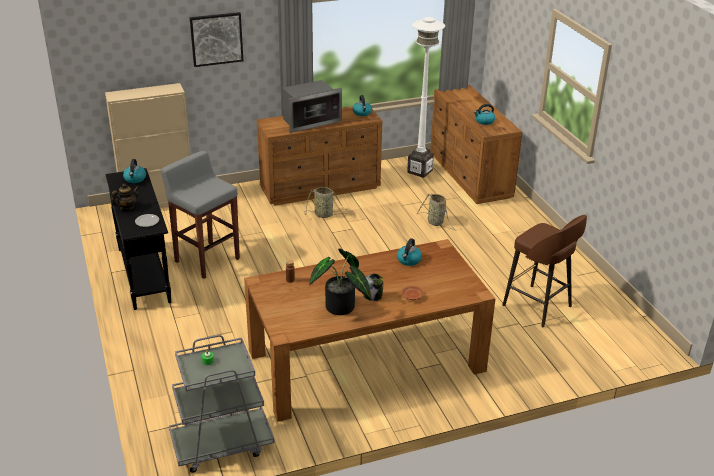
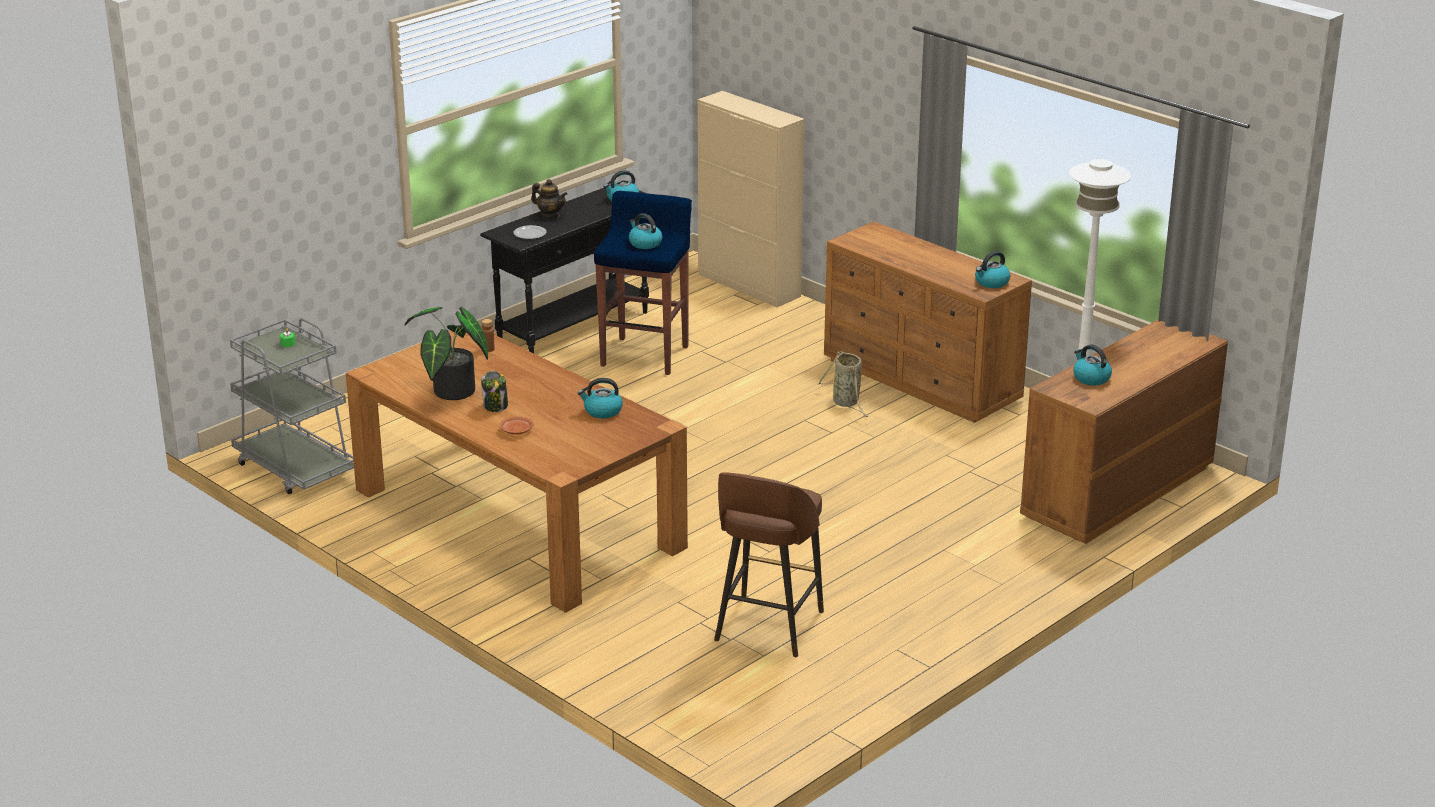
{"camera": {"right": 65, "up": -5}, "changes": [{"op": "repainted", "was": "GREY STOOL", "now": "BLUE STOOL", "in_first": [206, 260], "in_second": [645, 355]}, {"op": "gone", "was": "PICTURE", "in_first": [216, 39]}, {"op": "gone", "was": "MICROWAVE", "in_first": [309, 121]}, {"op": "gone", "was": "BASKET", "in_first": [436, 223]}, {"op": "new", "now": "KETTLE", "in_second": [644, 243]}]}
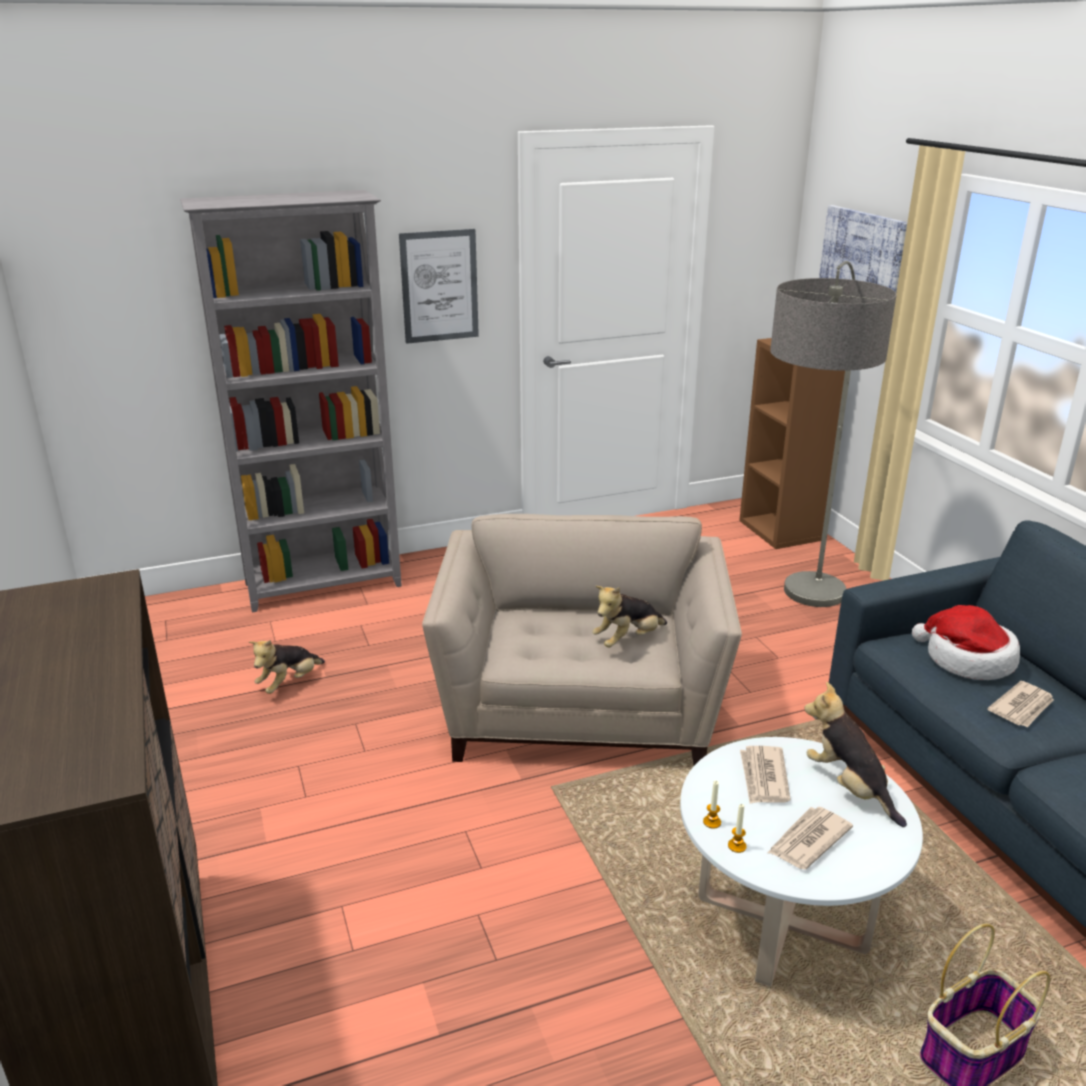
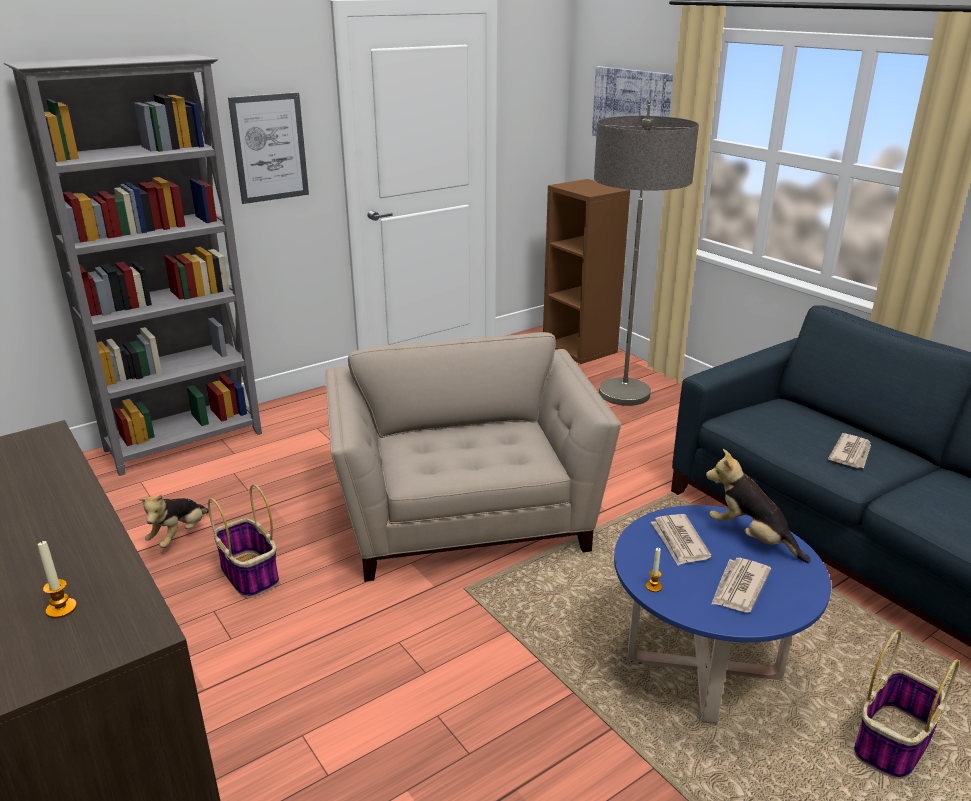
{"camera": {"right": -15, "up": 0}, "changes": [{"op": "gone", "was": "PLUSH TOY", "in_first": [628, 640]}, {"op": "repainted", "was": "WHITE COFFEE TABLE", "now": "BLUE COFFEE TABLE", "in_first": [782, 922], "in_second": [703, 667]}, {"op": "shifted", "was": "CANDLE", "in_first": [737, 846], "in_second": [61, 609]}, {"op": "gone", "was": "HAT", "in_first": [967, 659]}, {"op": "new", "now": "BASKET", "in_second": [250, 575]}]}
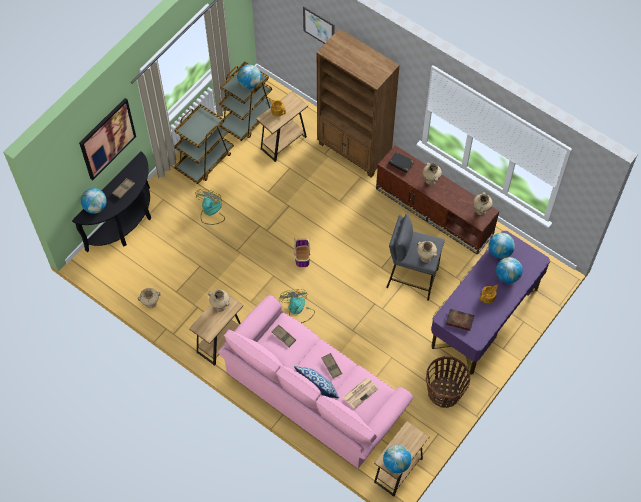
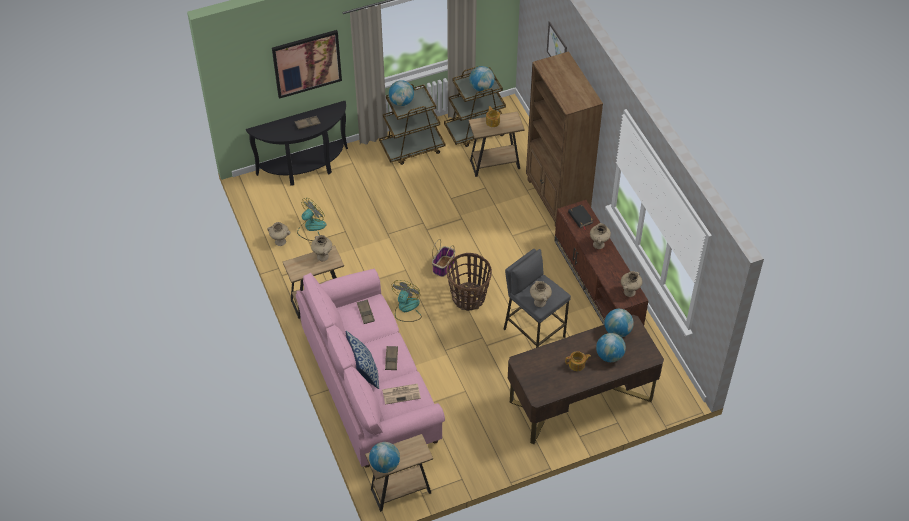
{"camera": {"right": 30, "up": -10}, "changes": [{"op": "shifted", "was": "GLOBE", "in_first": [95, 207], "in_second": [401, 102]}, {"op": "shifted", "was": "FAN", "in_first": [211, 212], "in_second": [311, 228]}, {"op": "shifted", "was": "BASKET", "in_first": [444, 393], "in_second": [468, 297]}, {"op": "repainted", "was": "PURPLE DESK", "now": "BROWN DESK", "in_first": [484, 317], "in_second": [581, 400]}, {"op": "gone", "was": "BOOK", "in_first": [459, 320]}]}
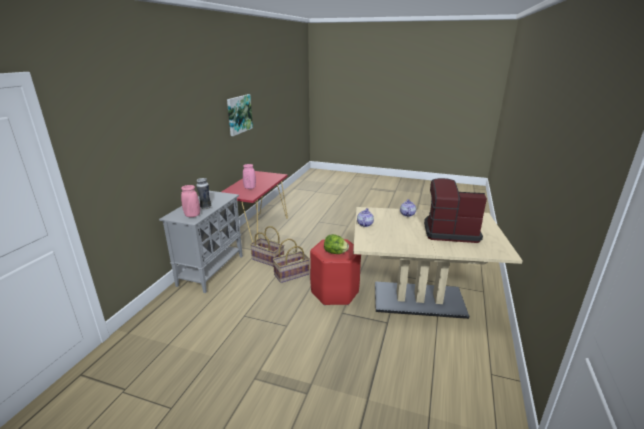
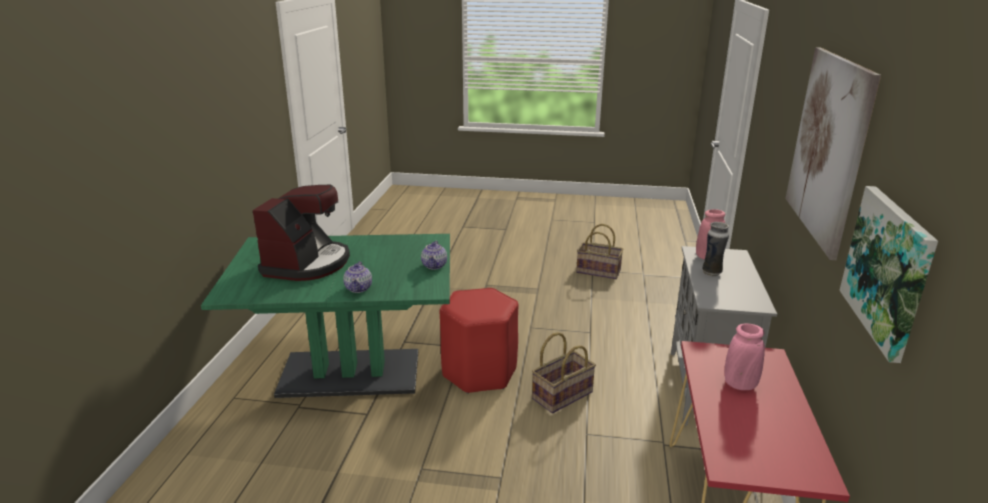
{"camera": {"right": 170, "up": 0}, "changes": [{"op": "shifted", "was": "BASKET", "in_first": [267, 260], "in_second": [598, 271]}, {"op": "gone", "was": "LETTUCE", "in_first": [335, 253]}, {"op": "repainted", "was": "BEIGE DINING TABLE", "now": "GREEN DINING TABLE", "in_first": [418, 300], "in_second": [350, 374]}, {"op": "rotated", "was": "COFFEE MACHINE", "in_first": [449, 231], "in_second": [307, 264], "clockwise": -75}, {"op": "new", "now": "PICTURE", "in_second": [828, 147]}]}
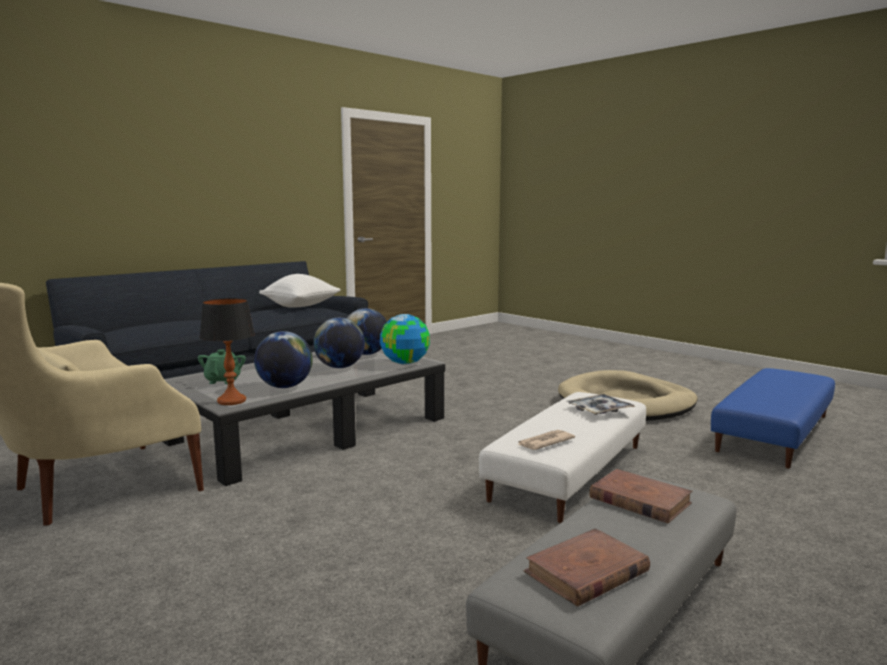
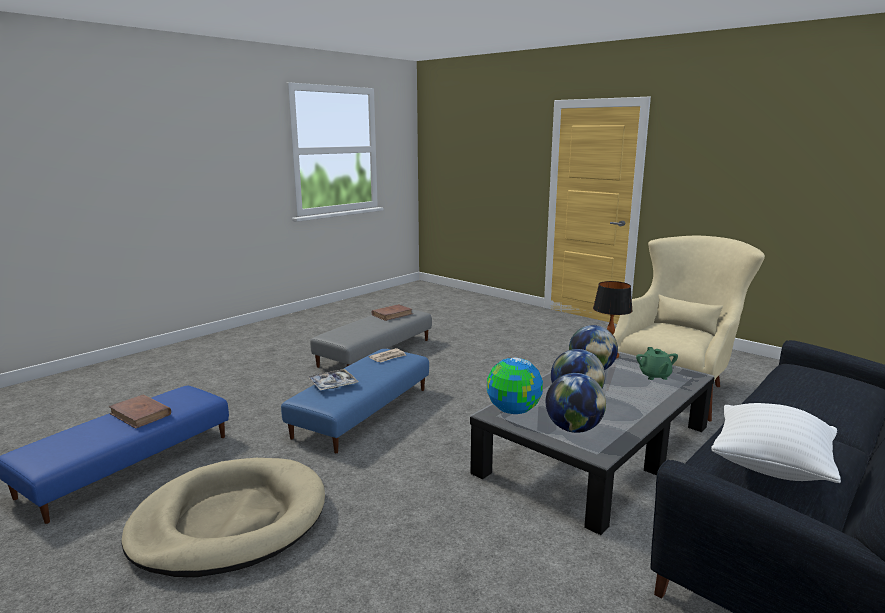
{"camera": {"right": 175, "up": 5}, "changes": [{"op": "repainted", "was": "WHITE OTTOMAN", "now": "BLUE OTTOMAN", "in_first": [570, 472], "in_second": [362, 412]}, {"op": "shifted", "was": "BROWN BOOK", "in_first": [639, 500], "in_second": [140, 414]}]}
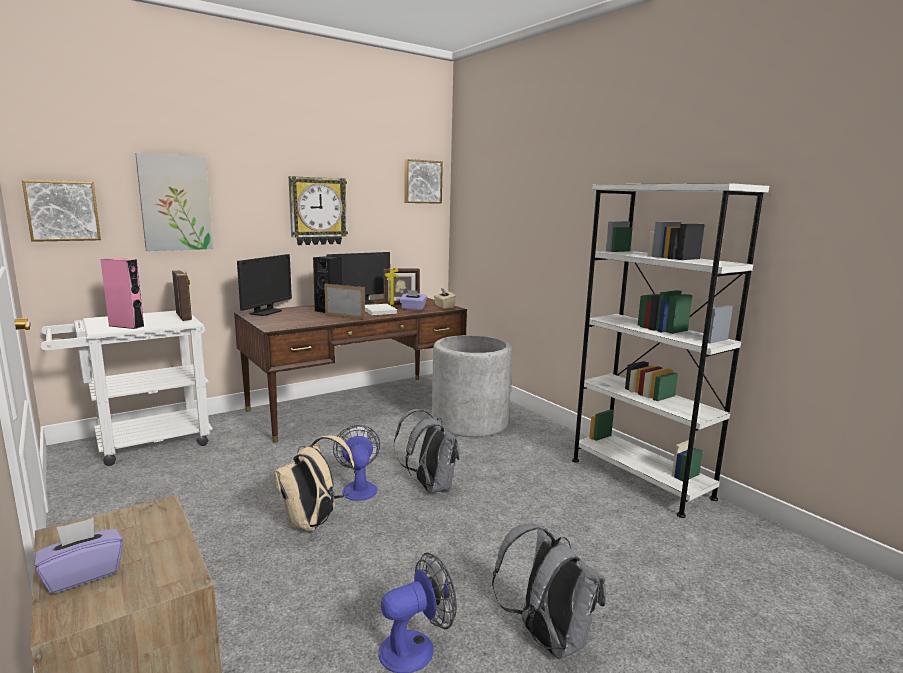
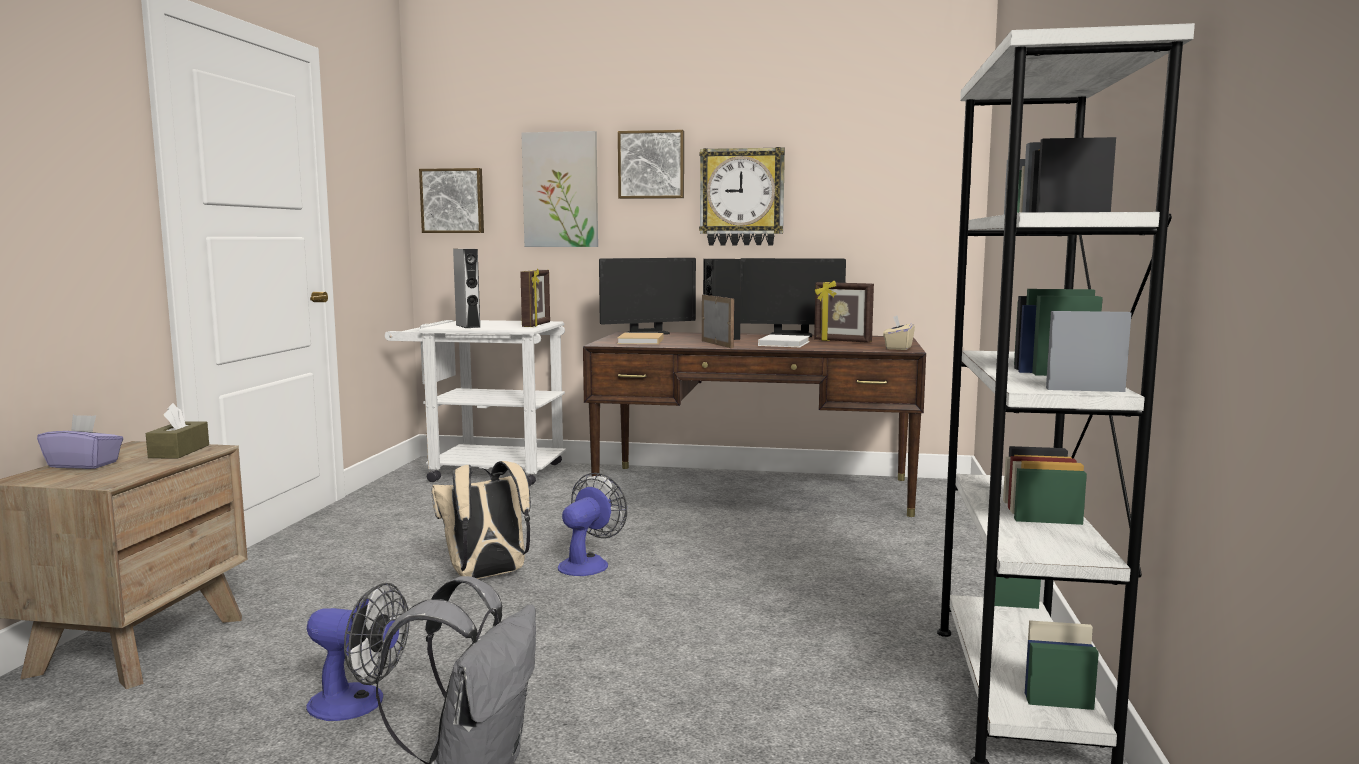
{"camera": {"right": 45, "up": -5}, "changes": [{"op": "repainted", "was": "PINK SPEAKER", "now": "GREY SPEAKER", "in_first": [126, 326], "in_second": [468, 326]}, {"op": "gone", "was": "GREY BACKPACK", "in_first": [430, 486]}, {"op": "gone", "was": "PURPLE TISSUE BOX", "in_first": [413, 308]}, {"op": "shifted", "was": "PICTURE", "in_first": [422, 182], "in_second": [651, 165]}, {"op": "gone", "was": "GREY PLANTER", "in_first": [470, 422]}, {"op": "new", "now": "BROWN TISSUE BOX", "in_second": [179, 451]}, {"op": "new", "now": "BEIGE BOOK", "in_second": [640, 341]}]}
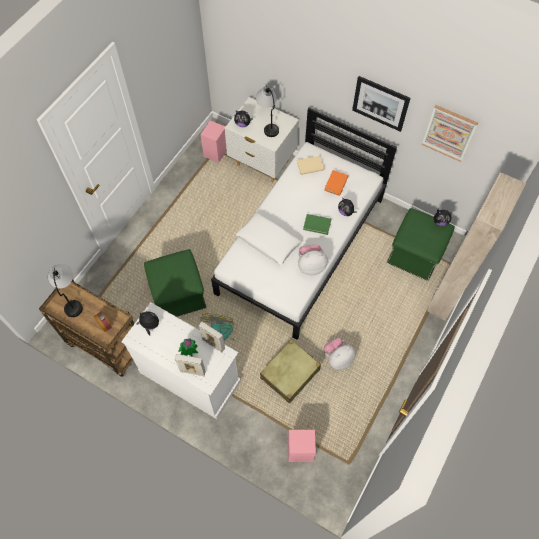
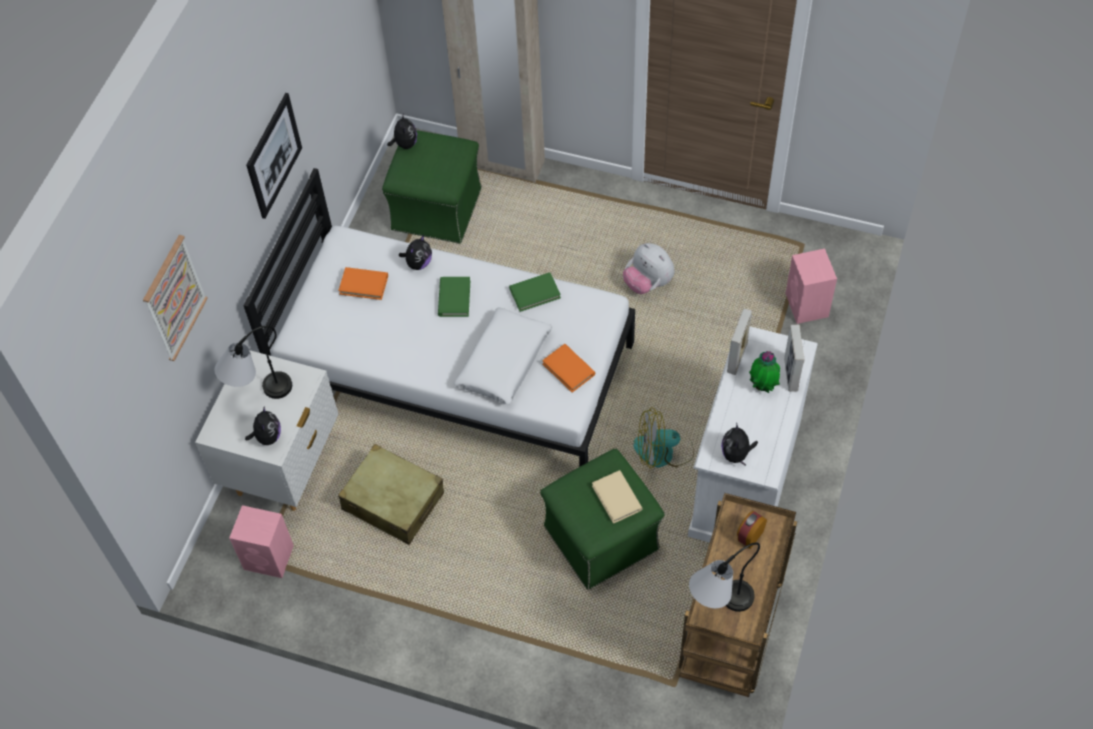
{"camera": {"right": -100, "up": -5}, "changes": [{"op": "shifted", "was": "BEIGE SUITCASE", "in_first": [290, 374], "in_second": [393, 501]}, {"op": "shifted", "was": "BEIGE BOOK", "in_first": [310, 166], "in_second": [617, 498]}, {"op": "swapped", "was": "PLUSH TOY", "now": "GREEN BOOK", "in_first": [311, 265], "in_second": [535, 293]}, {"op": "shifted", "was": "PICTURE", "in_first": [449, 133], "in_second": [174, 298]}, {"op": "new", "now": "ORANGE BOOK", "in_second": [568, 369]}]}
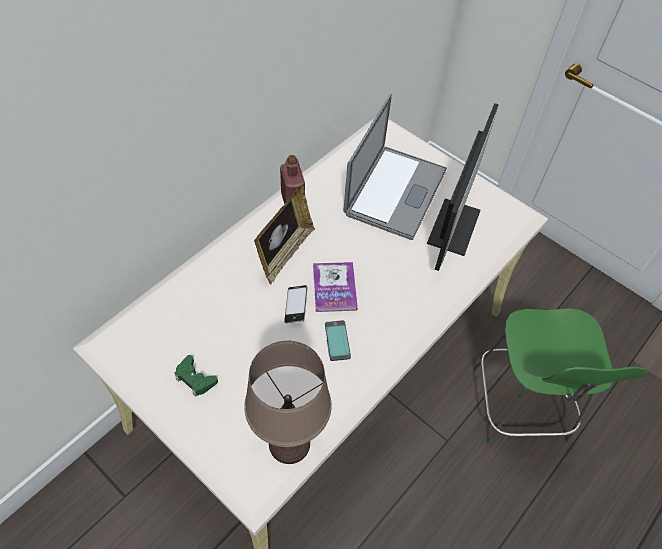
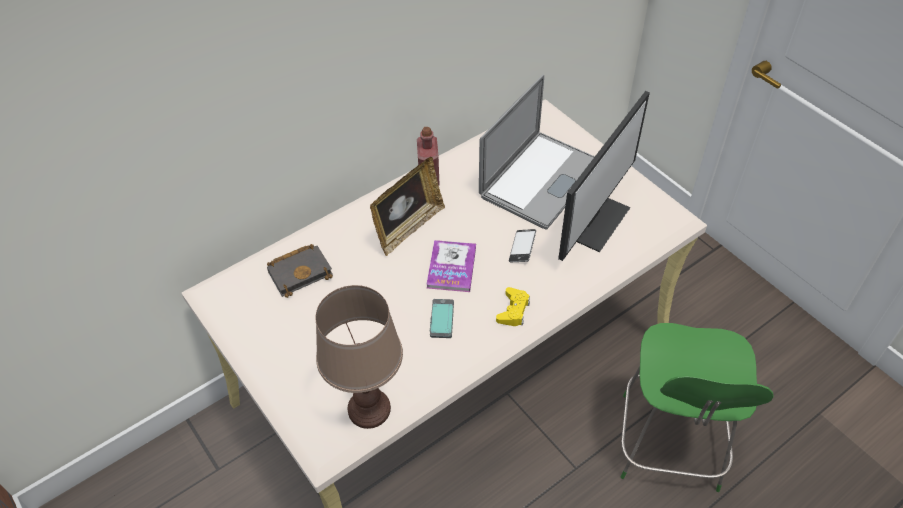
{"camera": {"right": 15, "up": -5}, "changes": [{"op": "gone", "was": "GREEN GAME CONTROLLER", "in_first": [195, 378]}, {"op": "shifted", "was": "PHONE", "in_first": [296, 306], "in_second": [522, 248]}, {"op": "new", "now": "BLACK BOOK", "in_second": [301, 271]}, {"op": "new", "now": "YELLOW GAME CONTROLLER", "in_second": [513, 310]}]}
